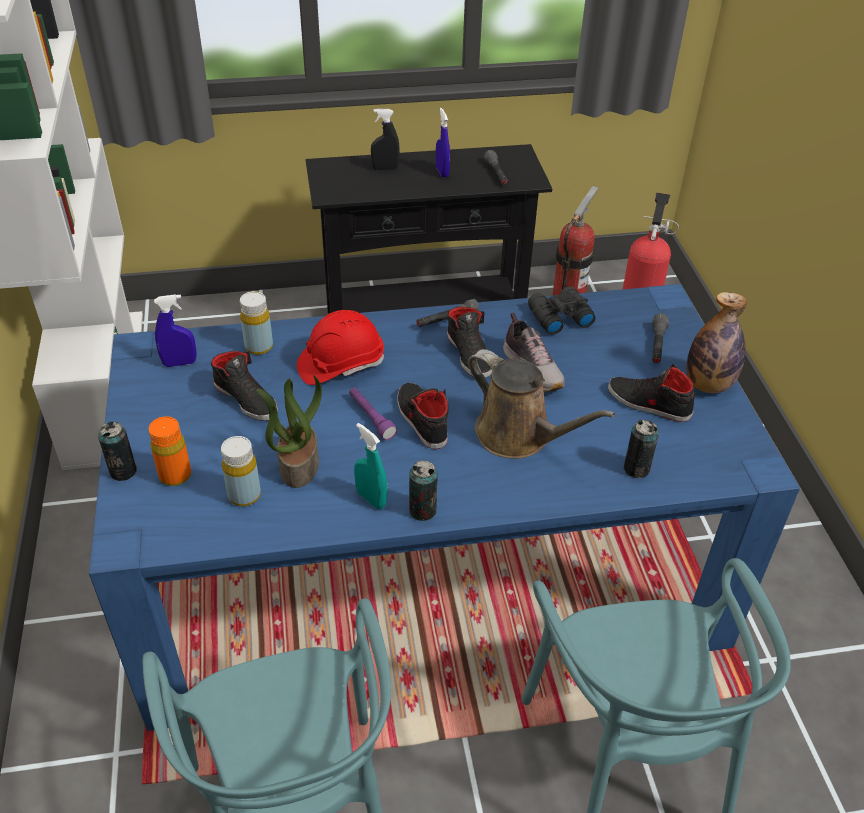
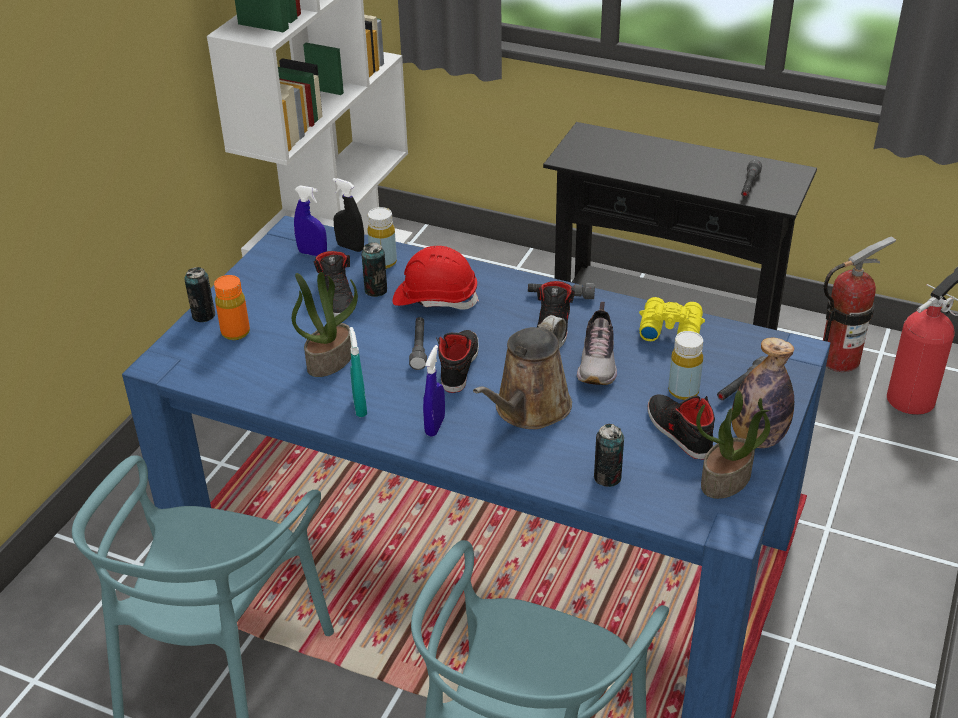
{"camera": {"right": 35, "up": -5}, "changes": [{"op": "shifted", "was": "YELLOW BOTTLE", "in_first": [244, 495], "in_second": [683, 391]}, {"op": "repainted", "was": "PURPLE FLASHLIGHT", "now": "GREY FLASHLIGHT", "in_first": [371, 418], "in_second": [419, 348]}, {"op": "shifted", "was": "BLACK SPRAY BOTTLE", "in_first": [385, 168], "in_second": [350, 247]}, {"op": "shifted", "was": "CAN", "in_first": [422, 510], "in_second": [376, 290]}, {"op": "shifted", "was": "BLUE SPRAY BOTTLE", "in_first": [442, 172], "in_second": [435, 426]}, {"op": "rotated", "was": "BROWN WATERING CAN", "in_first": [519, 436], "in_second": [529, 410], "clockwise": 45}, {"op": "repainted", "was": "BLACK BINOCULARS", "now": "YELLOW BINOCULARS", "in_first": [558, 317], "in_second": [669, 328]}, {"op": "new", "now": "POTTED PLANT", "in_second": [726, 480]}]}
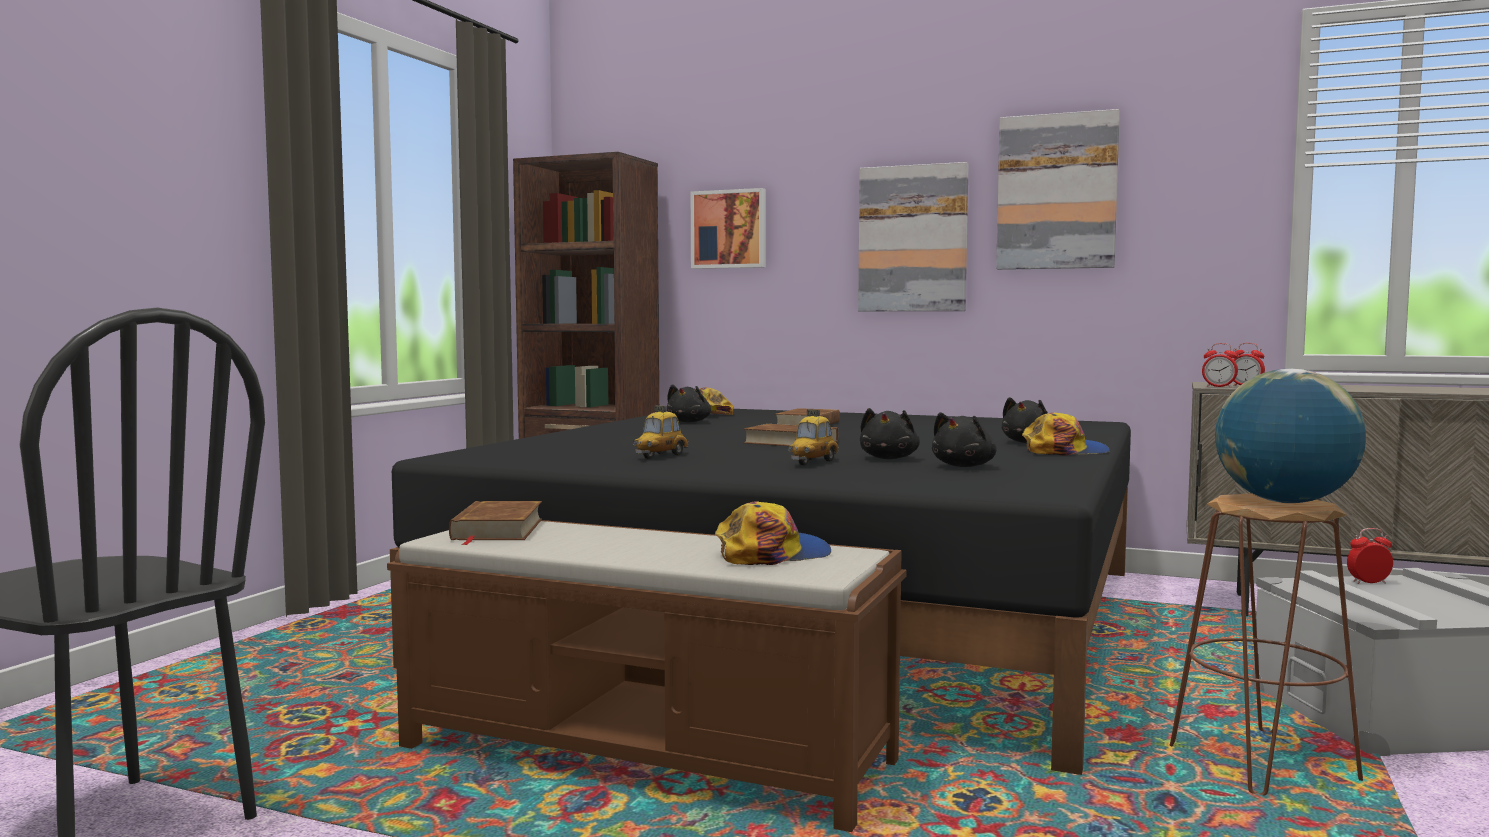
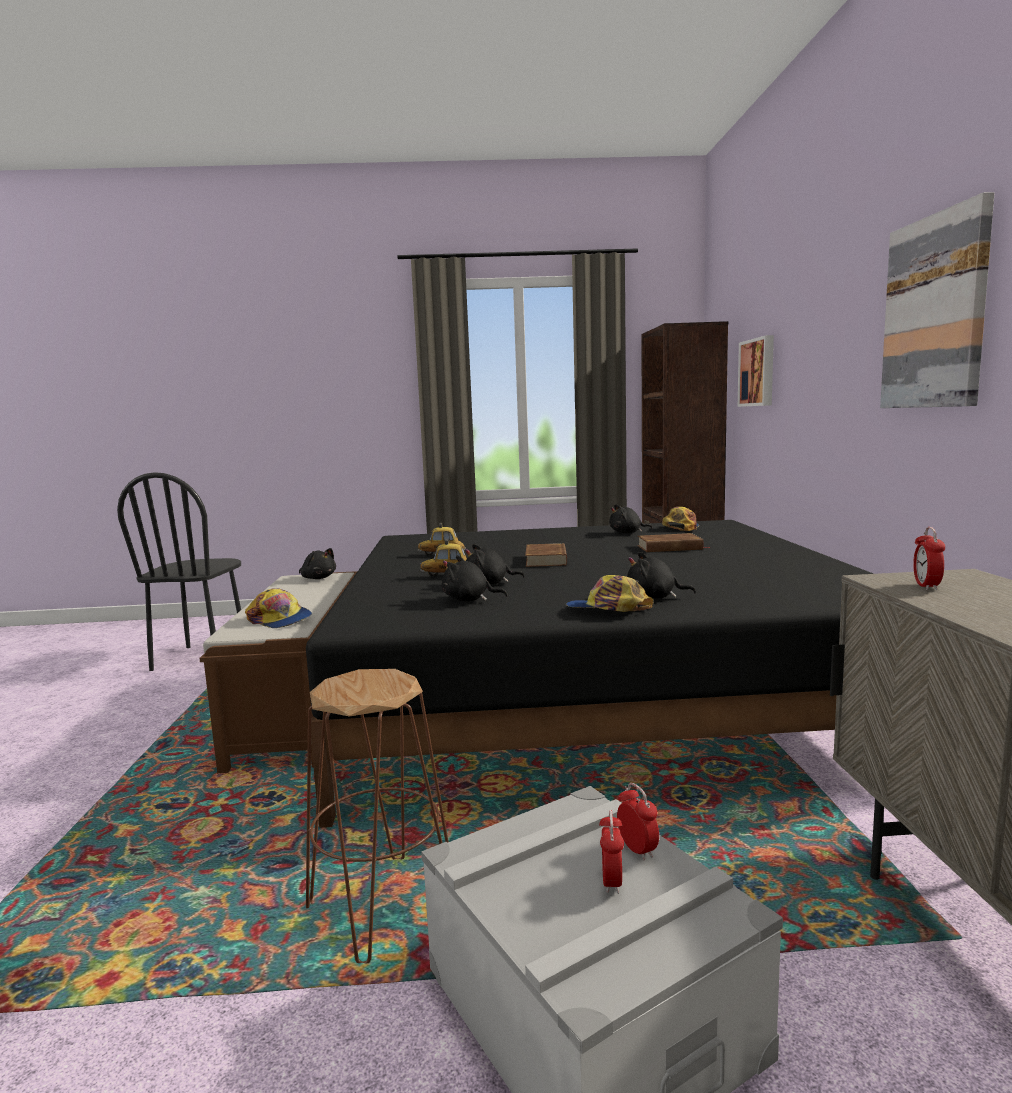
{"camera": {"right": 65, "up": 5}, "changes": [{"op": "swapped", "was": "BROWN BOOK", "now": "BLACK PLUSH TOY", "in_first": [497, 529], "in_second": [318, 578]}, {"op": "gone", "was": "PICTURE", "in_first": [913, 239]}, {"op": "rotated", "was": "CAP", "in_first": [1064, 451], "in_second": [607, 610], "clockwise": 150}, {"op": "shifted", "was": "ALARM CLOCK", "in_first": [1219, 387], "in_second": [611, 881]}, {"op": "gone", "was": "GLOBE", "in_first": [1284, 502]}]}
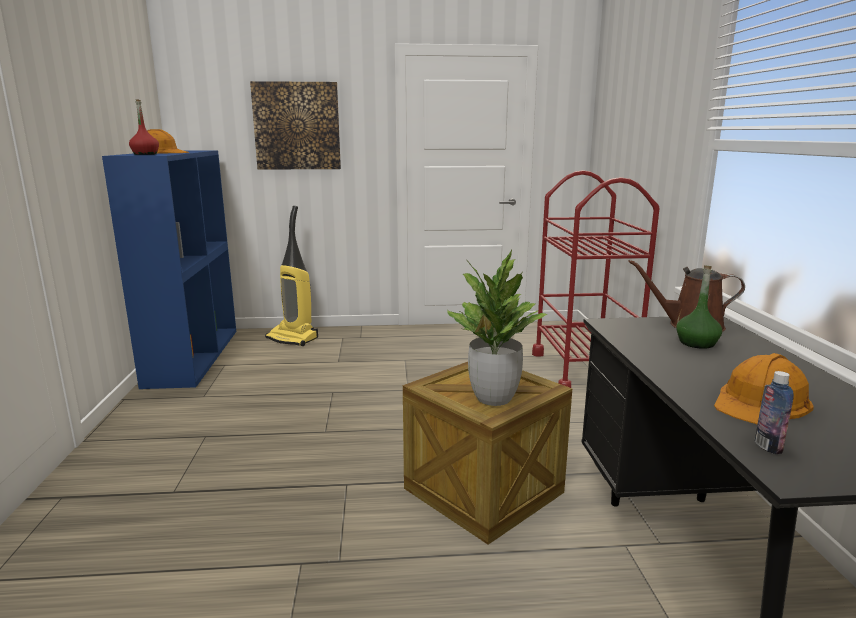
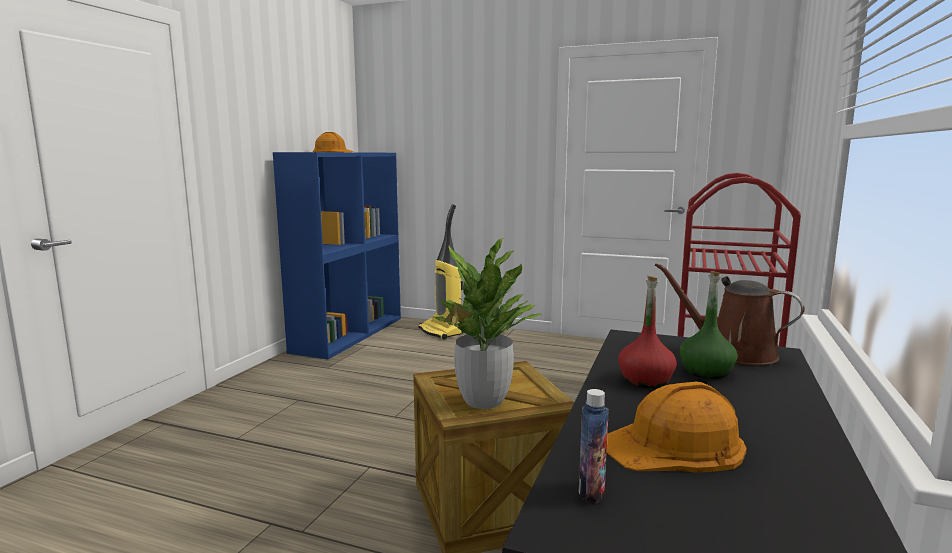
{"camera": {"right": 25, "up": -5}, "changes": [{"op": "shifted", "was": "RED BOTTLE", "in_first": [145, 154], "in_second": [645, 380]}, {"op": "gone", "was": "PICTURE", "in_first": [297, 126]}]}
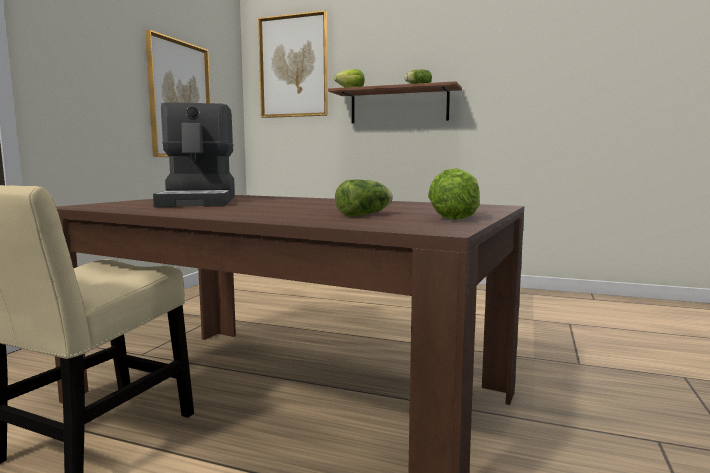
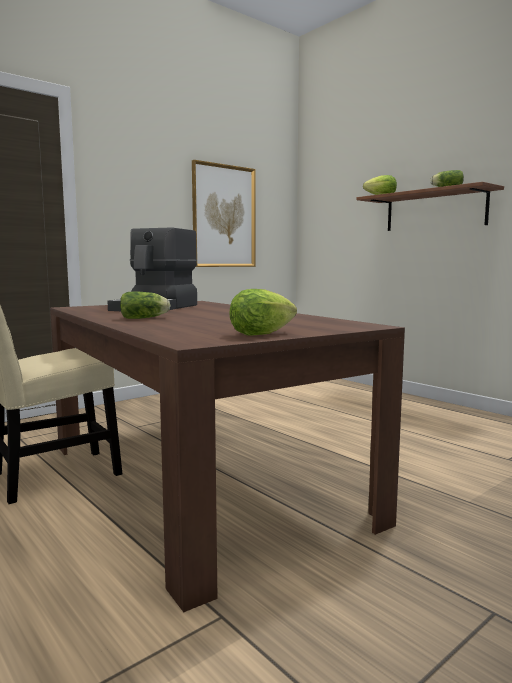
{"camera": {"right": 30, "up": 0}, "changes": [{"op": "gone", "was": "PICTURE", "in_first": [293, 66]}, {"op": "shifted", "was": "LETTUCE", "in_first": [366, 214], "in_second": [145, 318]}]}
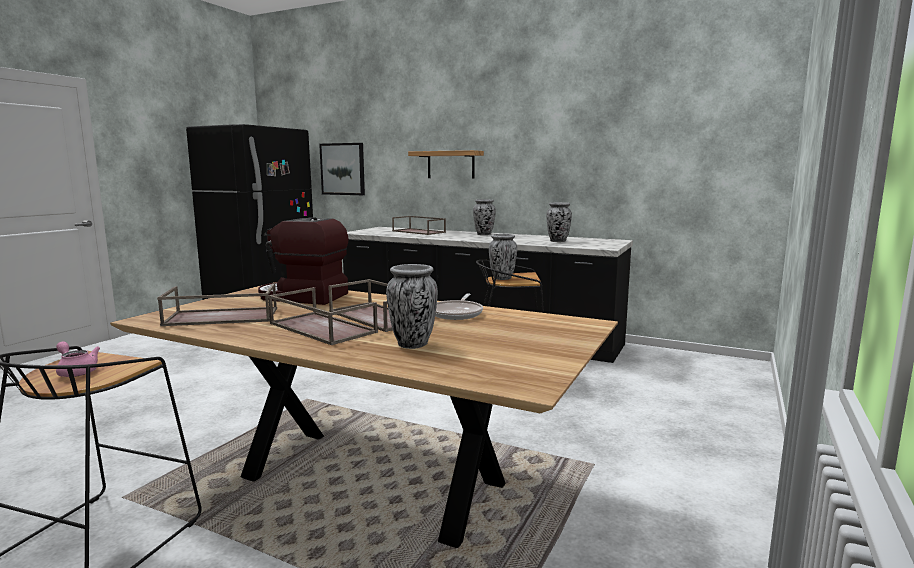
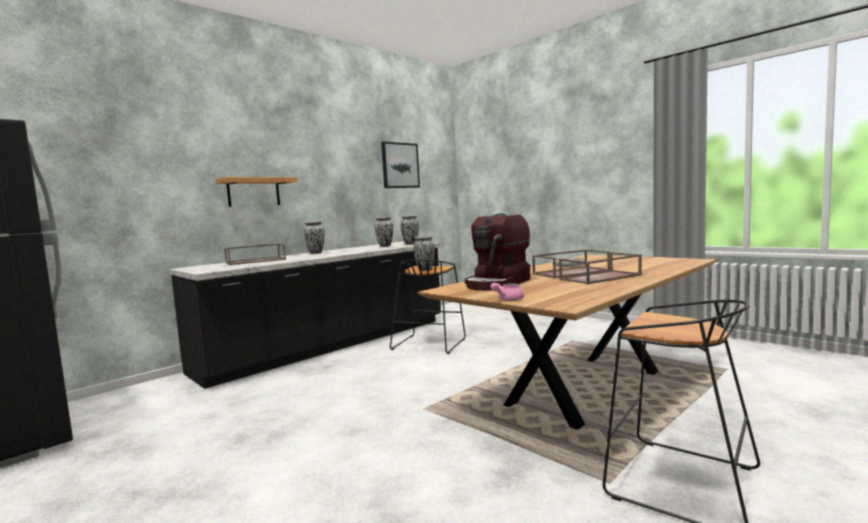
{"camera": {"right": -70, "up": -5}, "changes": [{"op": "shifted", "was": "PINK TEAPOT", "in_first": [76, 371], "in_second": [507, 300]}, {"op": "gone", "was": "BROWN TRAY", "in_first": [220, 317]}, {"op": "shifted", "was": "PICTURE", "in_first": [343, 169], "in_second": [400, 165]}, {"op": "shifted", "was": "VASE", "in_first": [412, 344], "in_second": [410, 244]}]}
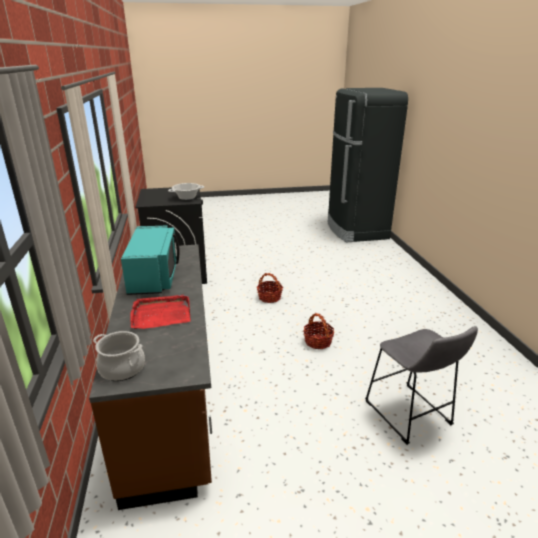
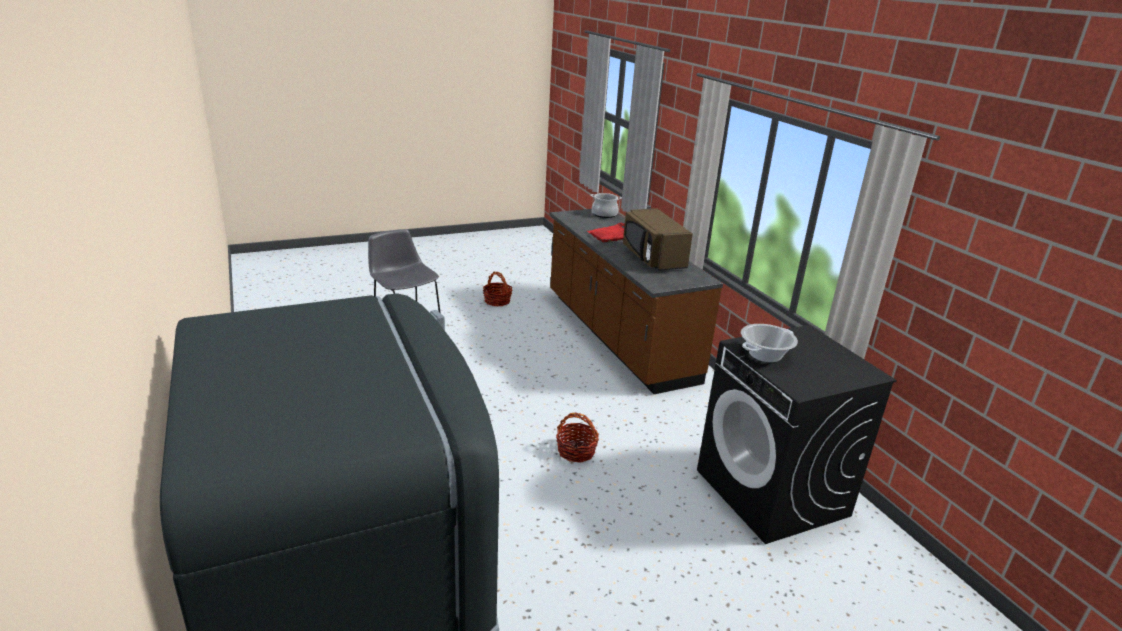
{"camera": {"right": 165, "up": 0}, "changes": [{"op": "repainted", "was": "TURQUOISE MICROWAVE", "now": "BROWN MICROWAVE", "in_first": [155, 277], "in_second": [652, 257]}, {"op": "shifted", "was": "BASKET", "in_first": [318, 341], "in_second": [497, 301]}]}
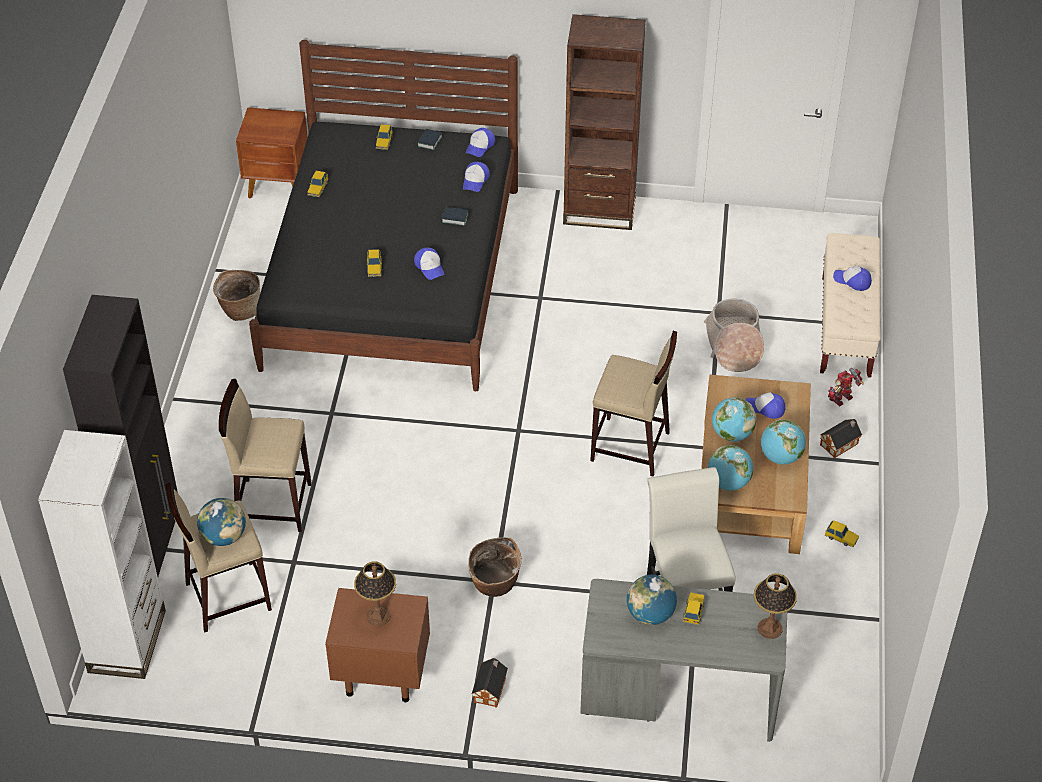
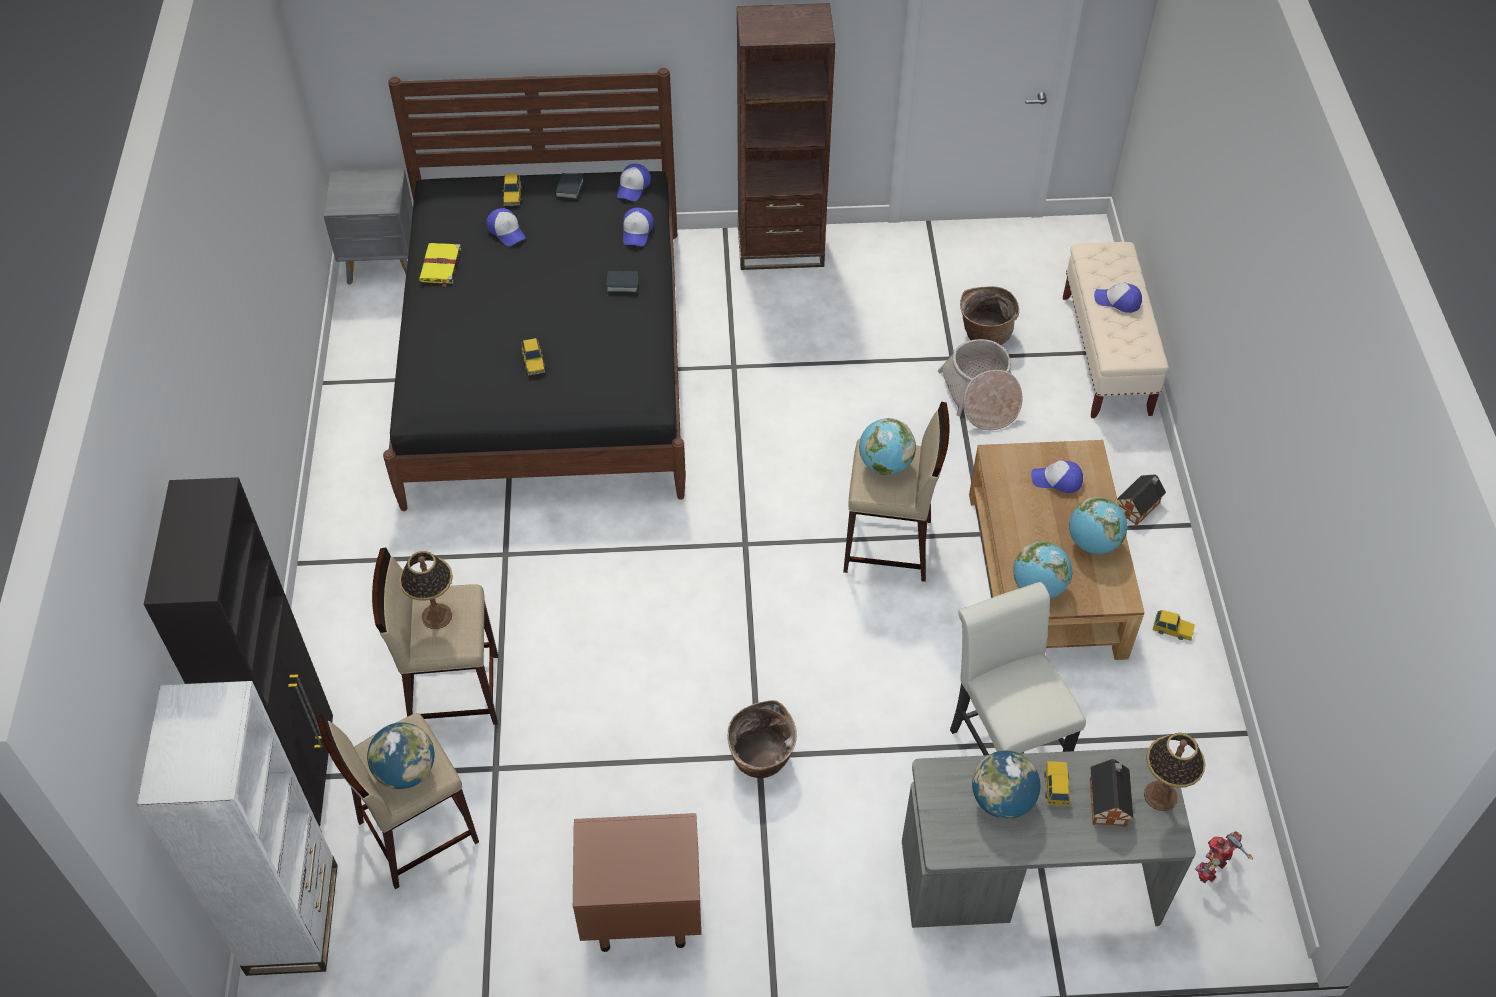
{"camera": {"right": -10, "up": 5}, "changes": [{"op": "shifted", "was": "BASKET", "in_first": [240, 309], "in_second": [984, 334]}, {"op": "repainted", "was": "BROWN NIGHTSTAND", "now": "GREY NIGHTSTAND", "in_first": [279, 185], "in_second": [383, 263]}, {"op": "swapped", "was": "TOY CAR", "now": "YELLOW BOOK", "in_first": [317, 188], "in_second": [440, 266]}, {"op": "shifted", "was": "TABLE LAMP", "in_first": [378, 616], "in_second": [436, 616]}, {"op": "shifted", "was": "CAP", "in_first": [430, 267], "in_second": [506, 231]}, {"op": "shifted", "was": "TOY HOUSE", "in_first": [490, 689], "in_second": [1108, 800]}, {"op": "shifted", "was": "GLOBE", "in_first": [732, 434], "in_second": [885, 465]}, {"op": "shifted", "was": "TOY ROBOT", "in_first": [843, 399], "in_second": [1213, 868]}]}
